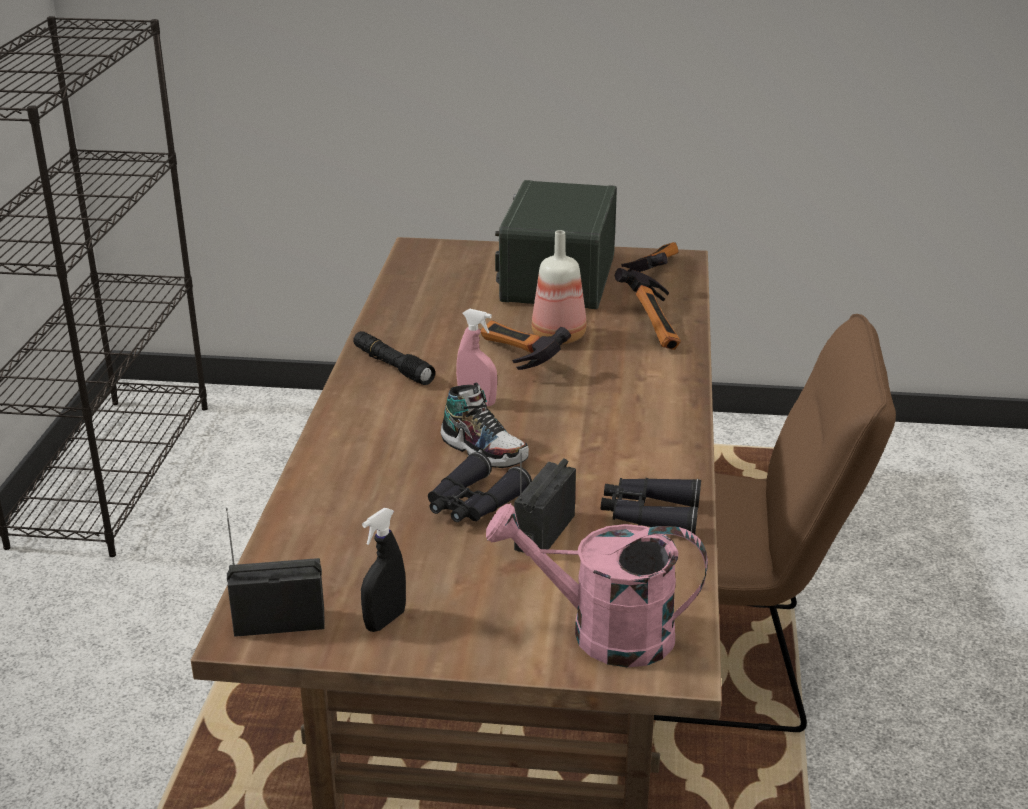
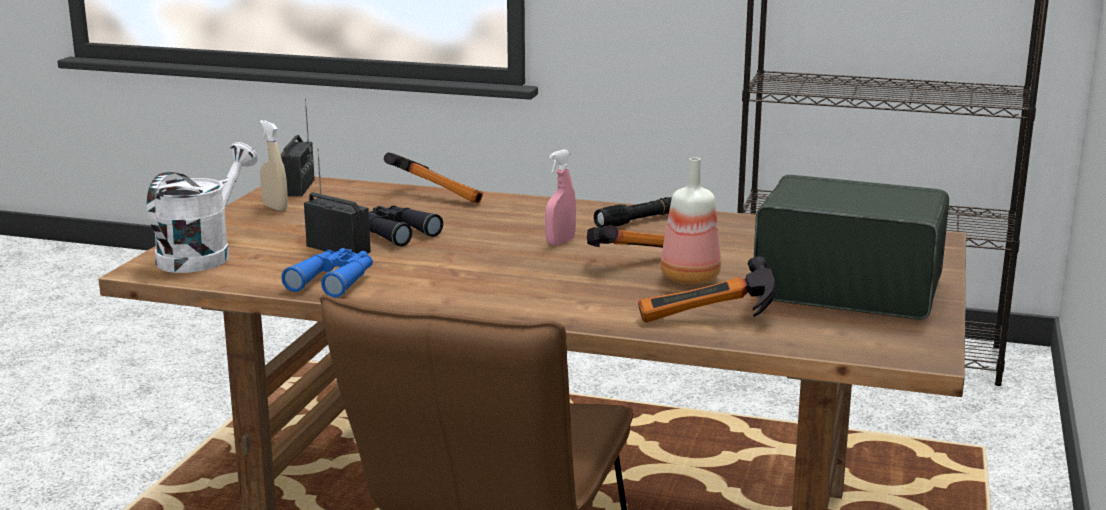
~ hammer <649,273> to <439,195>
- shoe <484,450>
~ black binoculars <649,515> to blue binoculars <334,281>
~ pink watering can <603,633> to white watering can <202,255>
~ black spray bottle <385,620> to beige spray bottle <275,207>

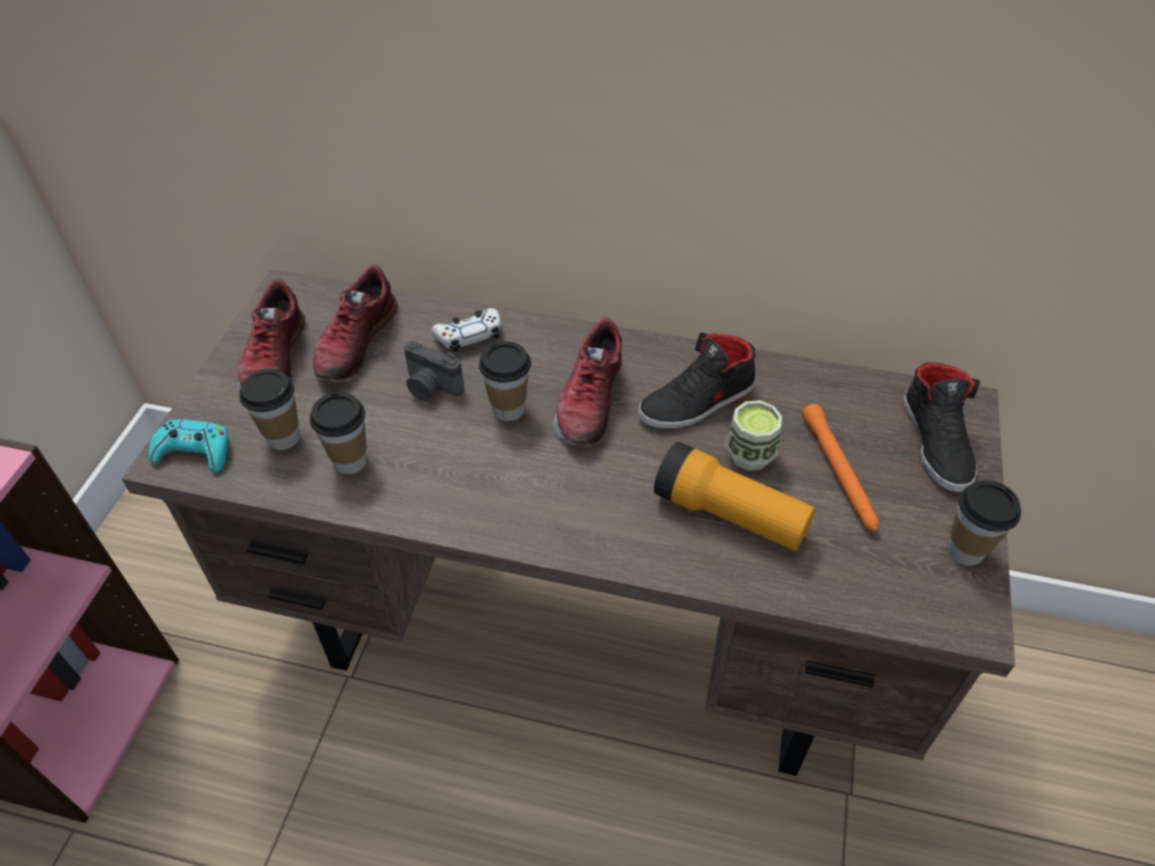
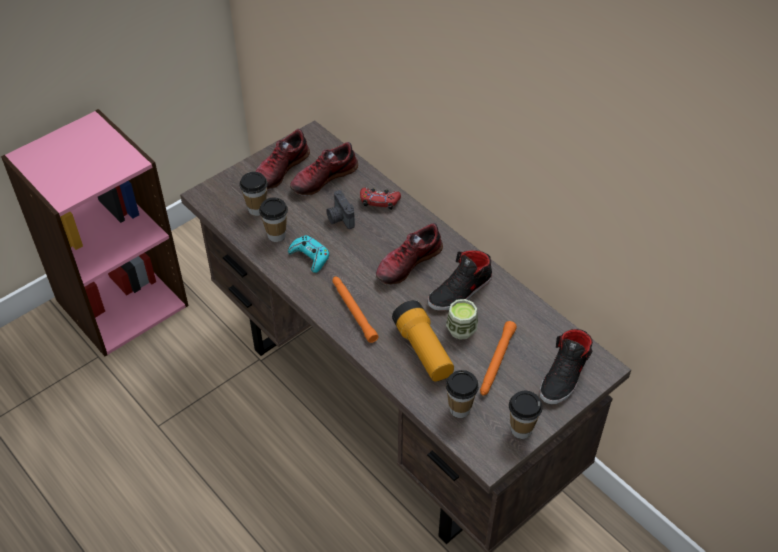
~ white game controller <469,335> to red game controller <379,201>
~ black shoe <697,402> = <460,291> 45 degrees counterclockwise
~ cup <508,409> to <459,409>
~ turquoise game controller <194,452> to <310,257>
+ orange flashlight <353,311>

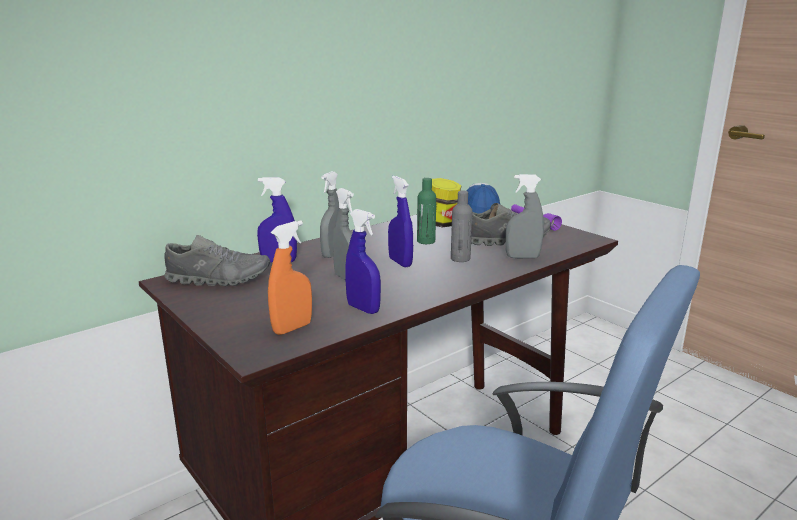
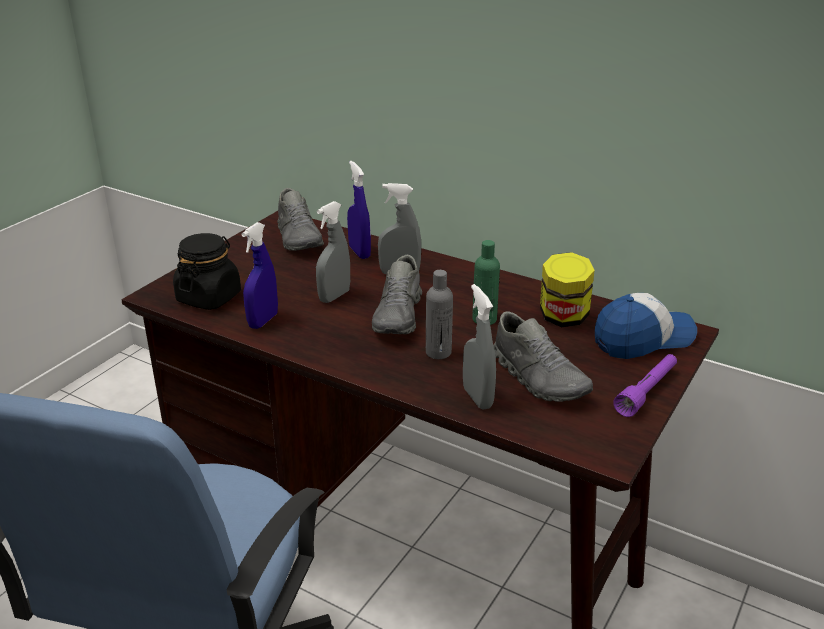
~ blue spray bottle <400,262> to grey shoe <399,316>
~ orange spray bottle <292,328> to black jar <209,297>

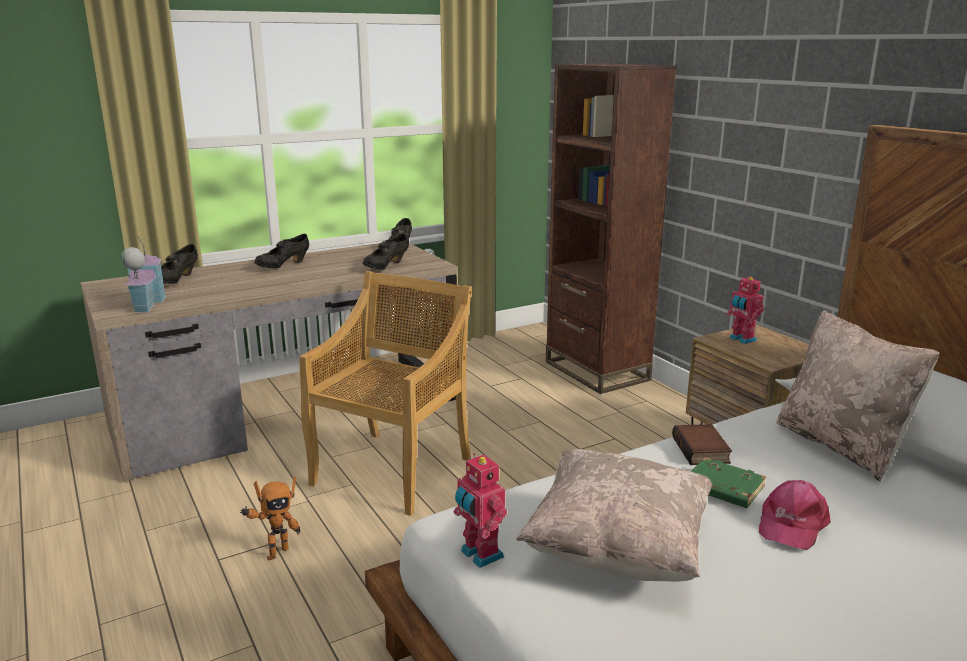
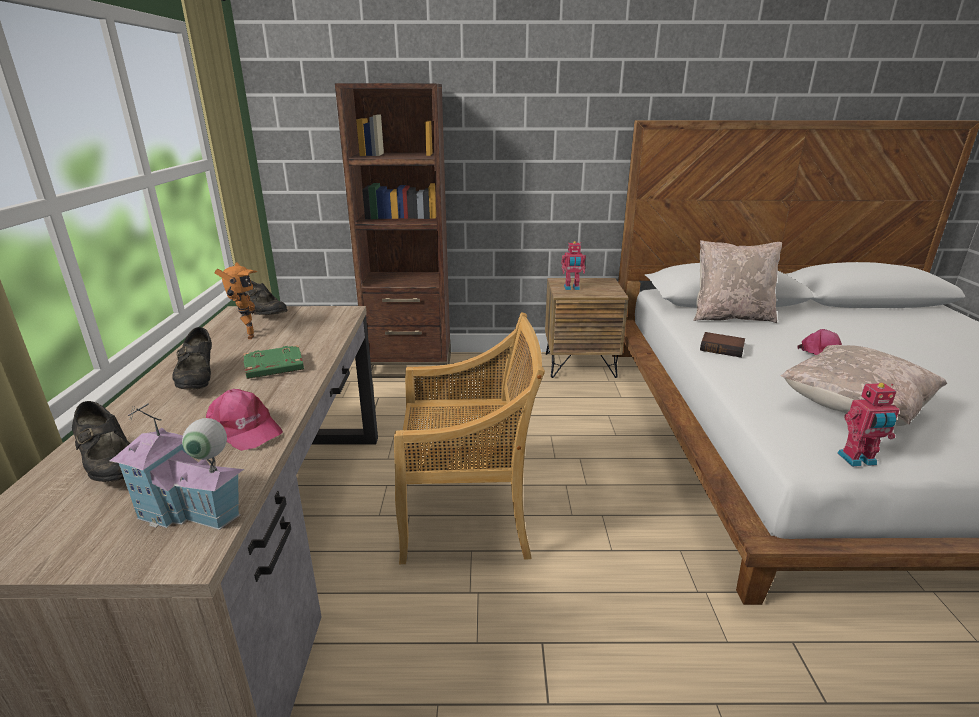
- black shoe <386,267>
~ beige chair <393,470> = <468,516> 120 degrees clockwise
~ green book <722,488> to <273,367>
~ toy robot <275,552> to <247,335>
+ pink cap <243,429>

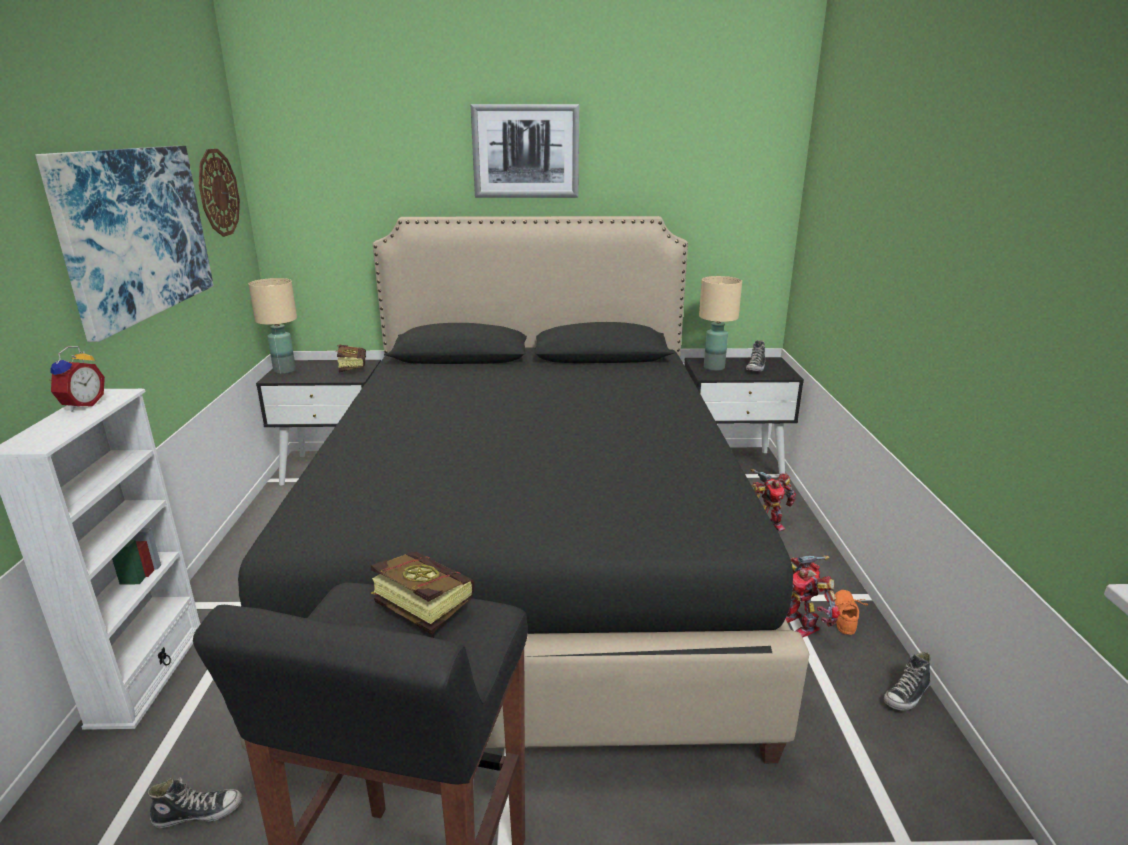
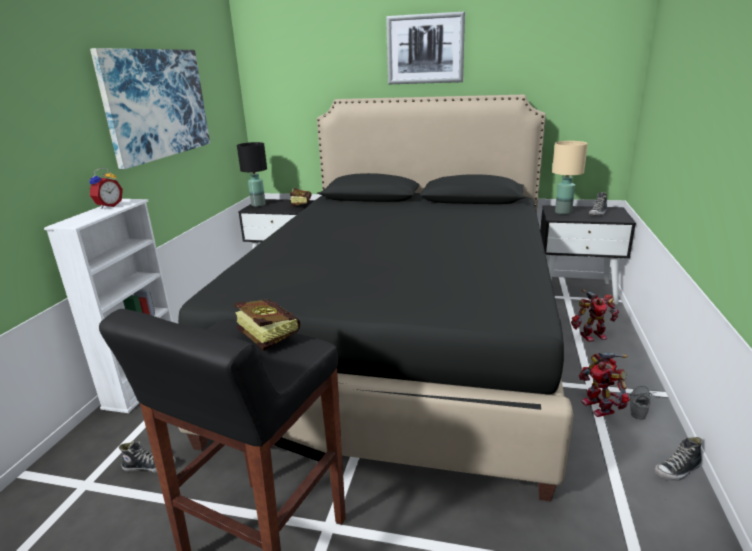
- wall clock <218,193>
~ beige table lamp <285,371> to black table lamp <258,205>
~ orange shoe <846,616> to grey shoe <641,406>

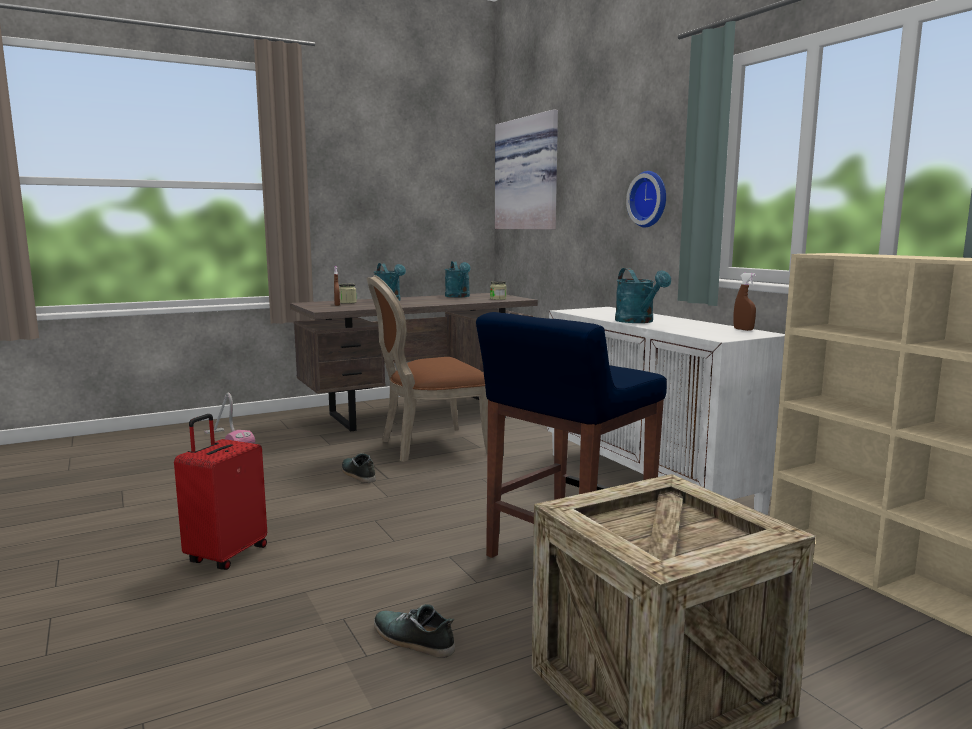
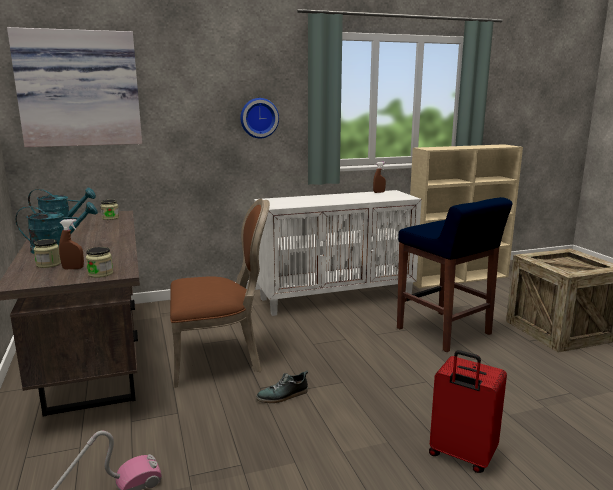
- turquoise watering can <638,321>
~ brown chair <428,446> = <220,359> 90 degrees counterclockwise
- shoe <412,639>
+ jar <100,274>

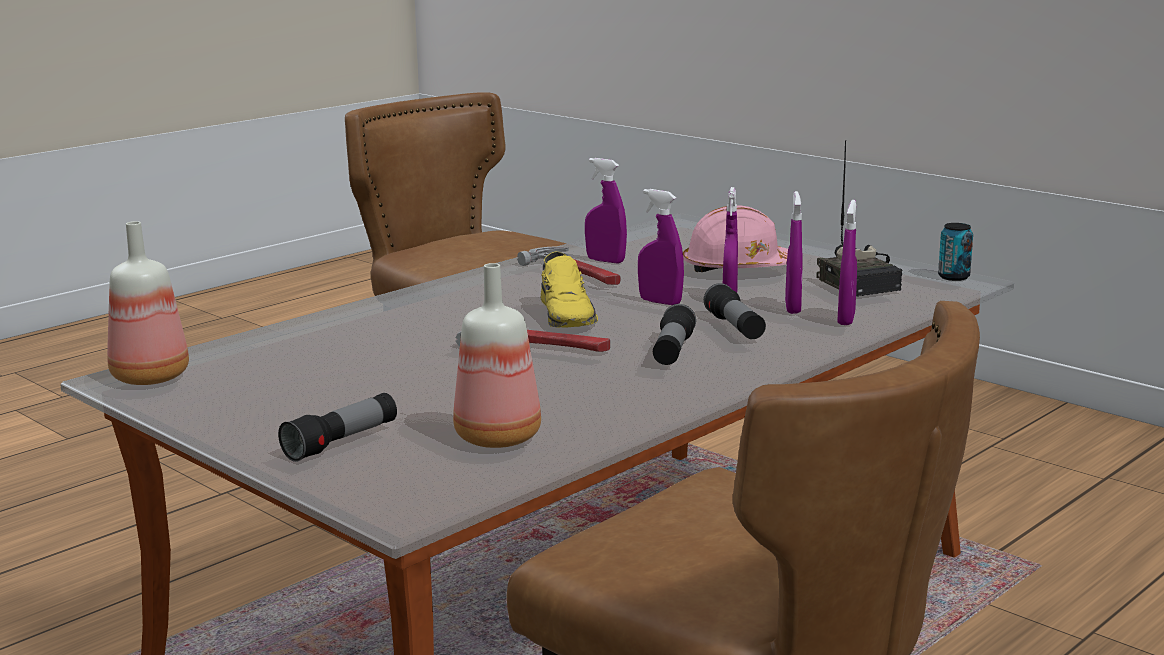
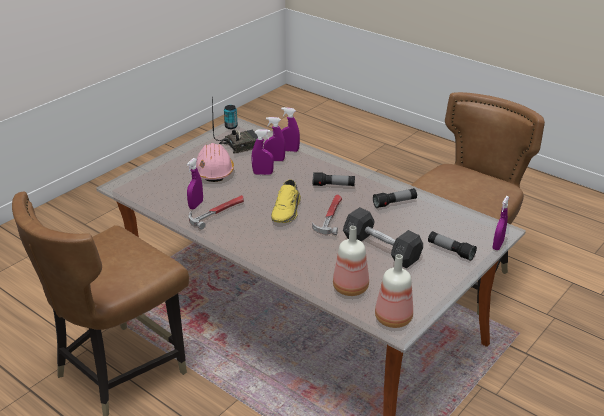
~ purple spray bottle <660,302> to <498,245>
~ yellow shoe <568,315> = <287,211> 120 degrees clockwise
~ bottle <500,438> to <350,287>
~ flashlight <735,328> to <394,203>
+ grey dumbbell <381,249>

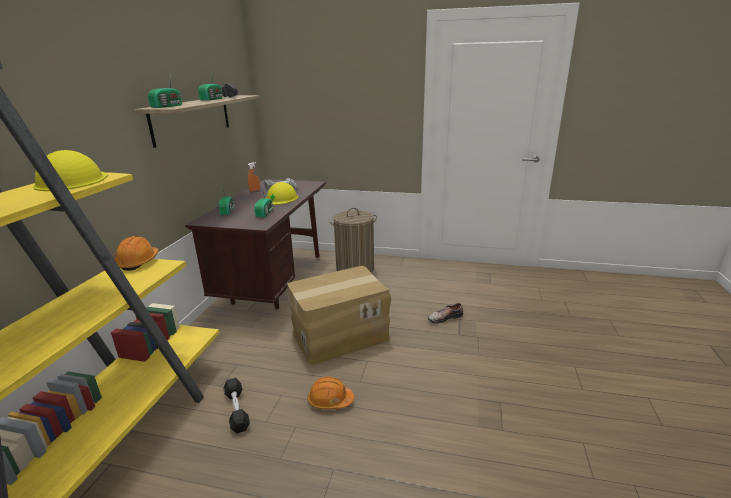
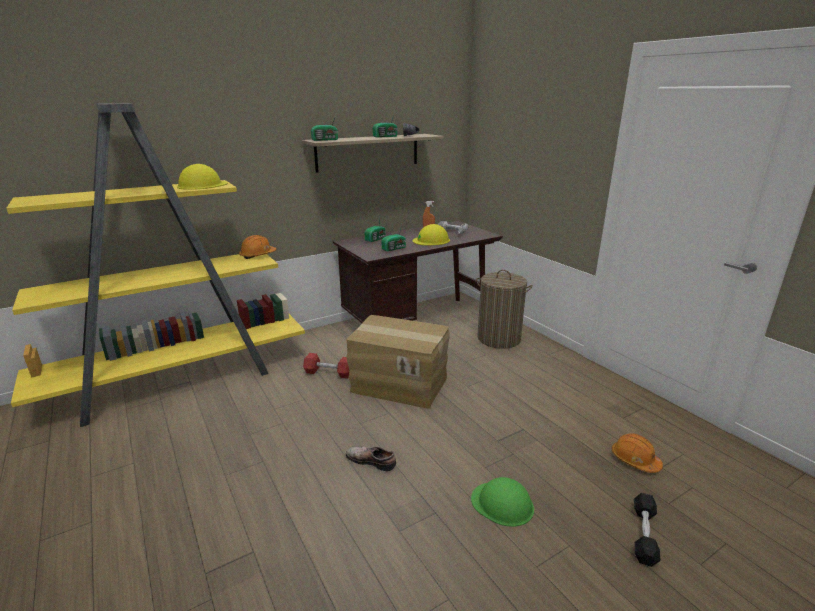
~ shoe <444,317> to <371,460>
~ orange hard hat <330,400> to <634,460>
~ black dumbbell <237,410> to <644,534>
+ red dumbbell <329,373>
+ green hard hat <502,503>

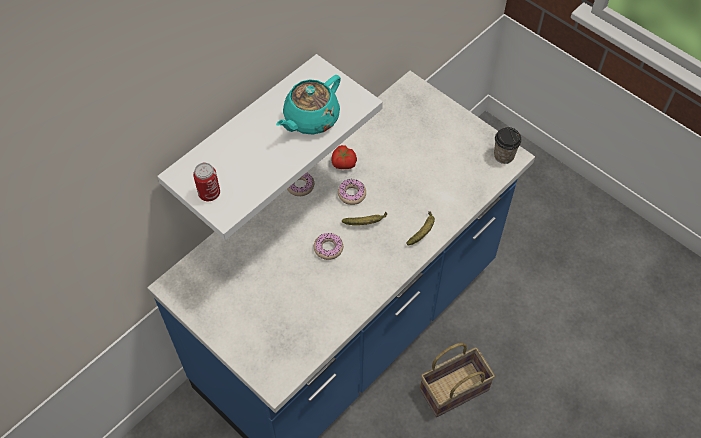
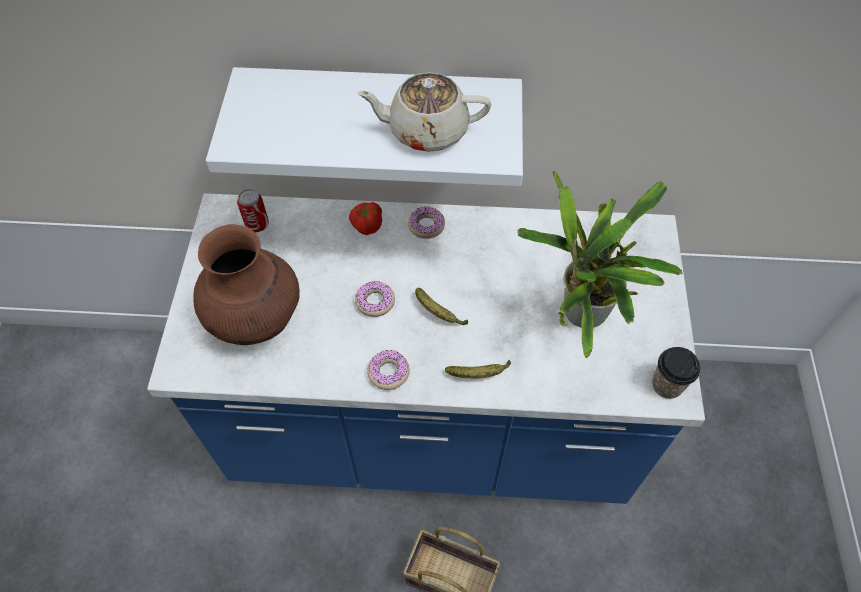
~ turquoise teapot <310,119> to beige teapot <426,130>
~ tomato <343,163> to <366,225>
~ can <209,194> to <257,225>
~ donut <352,194> to <388,373>
+ potted plant <580,317>
+ brown vase <256,320>

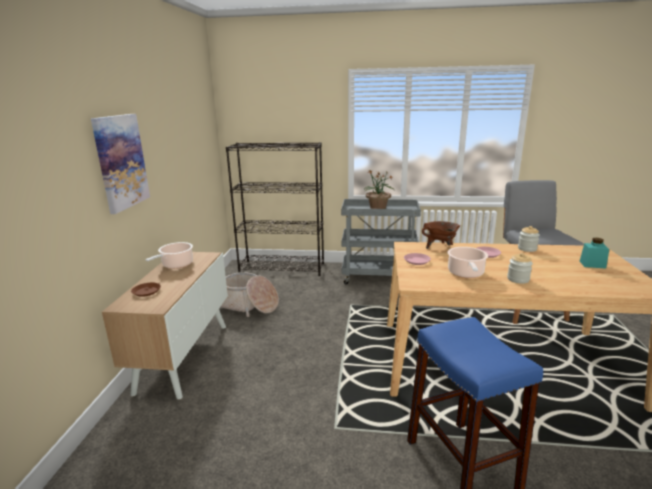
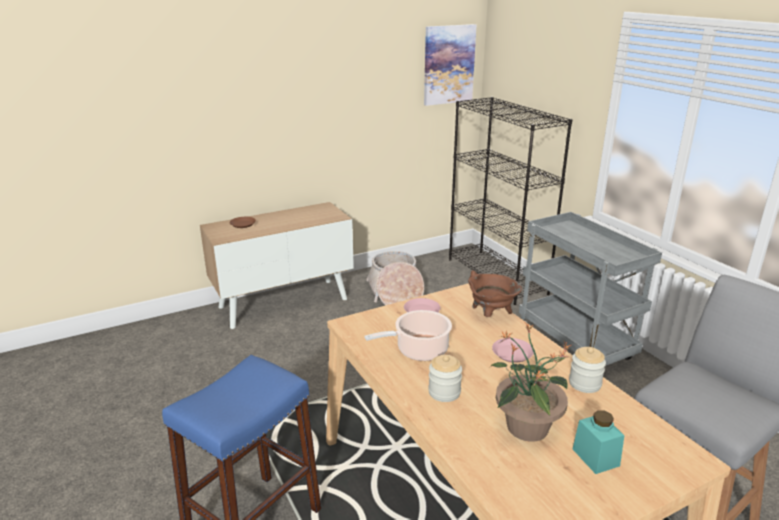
~ picture <121,162> to <448,64>
~ potted plant <378,208> to <526,428>
- cooking pot <176,265>

